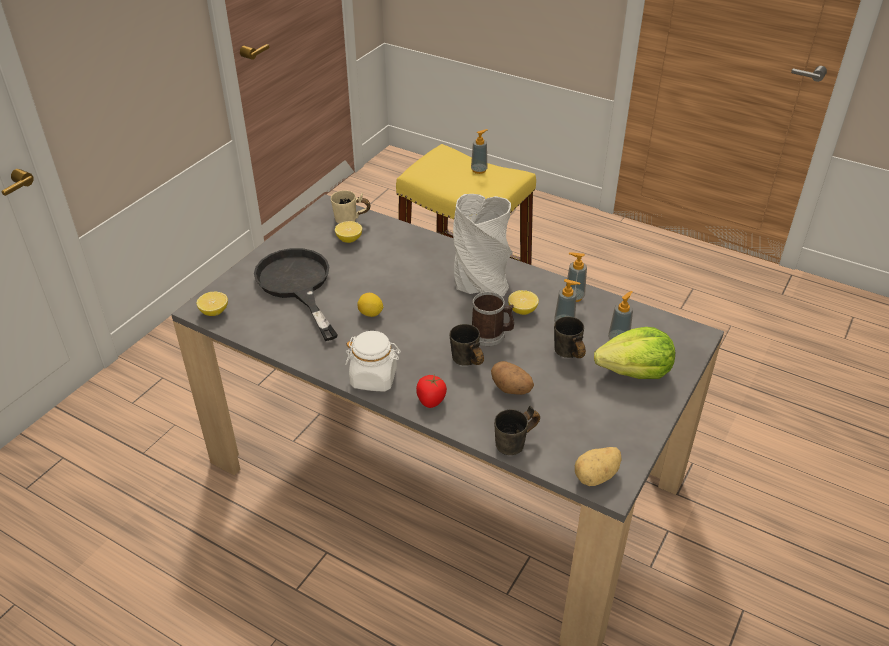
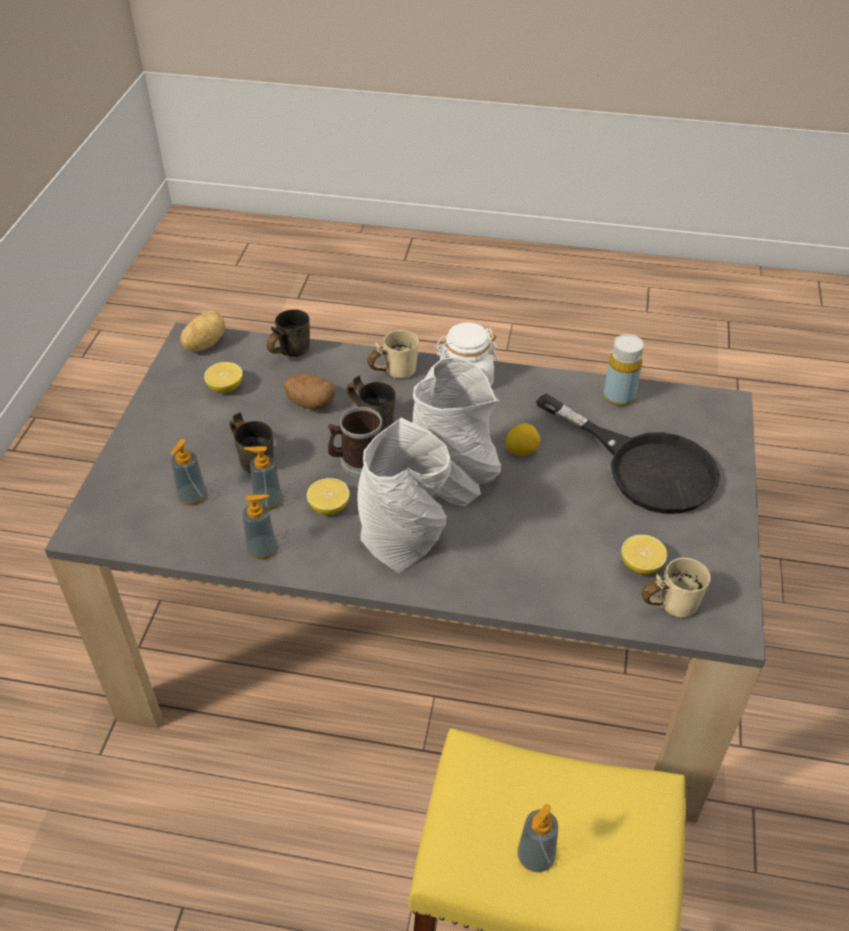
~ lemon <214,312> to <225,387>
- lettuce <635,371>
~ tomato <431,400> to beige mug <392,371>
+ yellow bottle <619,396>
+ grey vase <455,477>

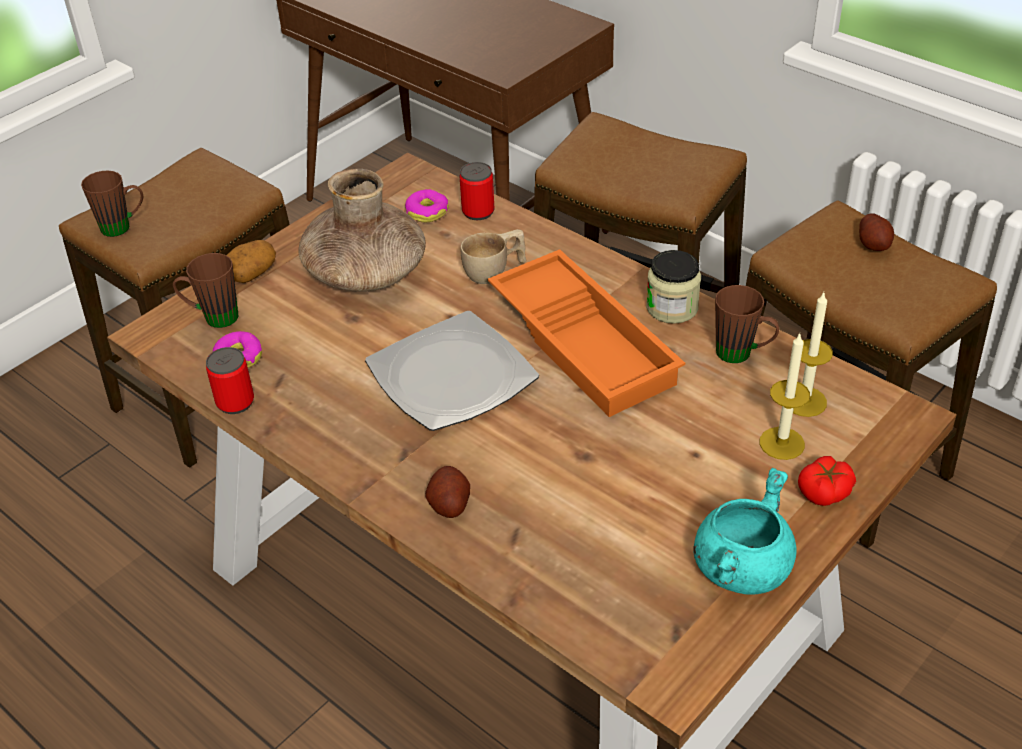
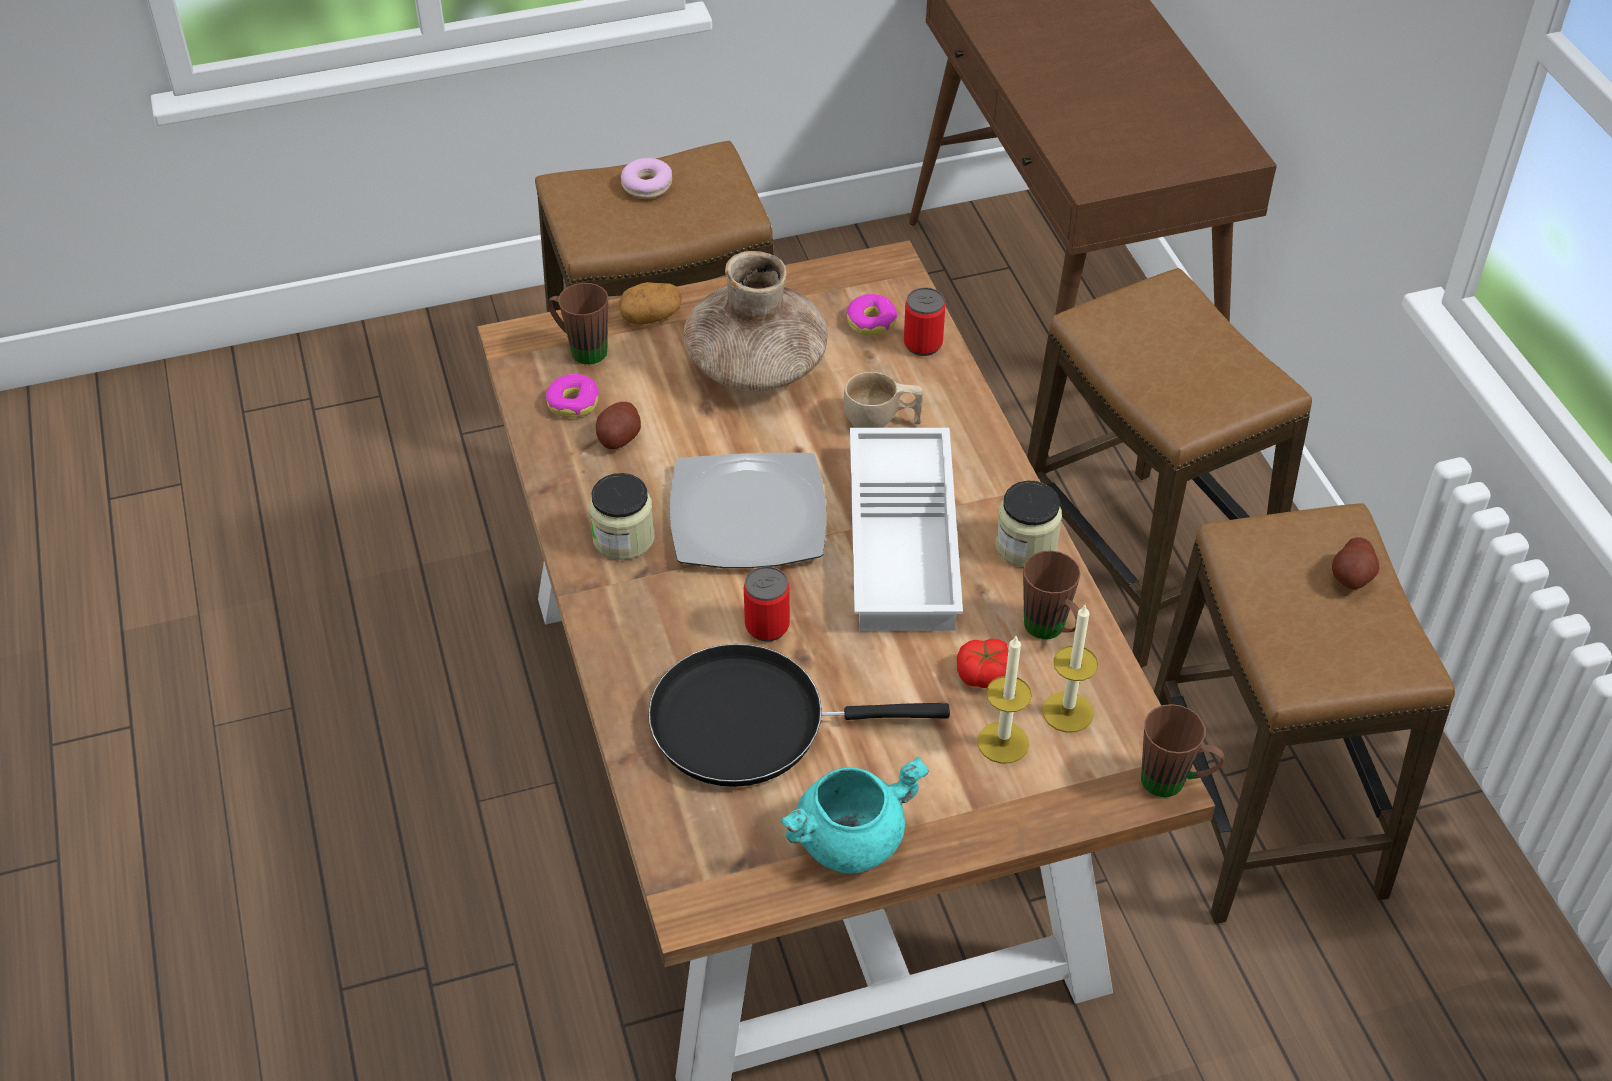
~ brown mug <123,227> to <1174,783>
~ orange tray <586,341> to white tray <906,541>
~ can <235,402> to <767,626>
~ tomato <825,491> to <985,674>
~ potato <449,504> to <618,438>
+ donut <647,185>
+ jar <623,538>
+ black frying pan <751,722>

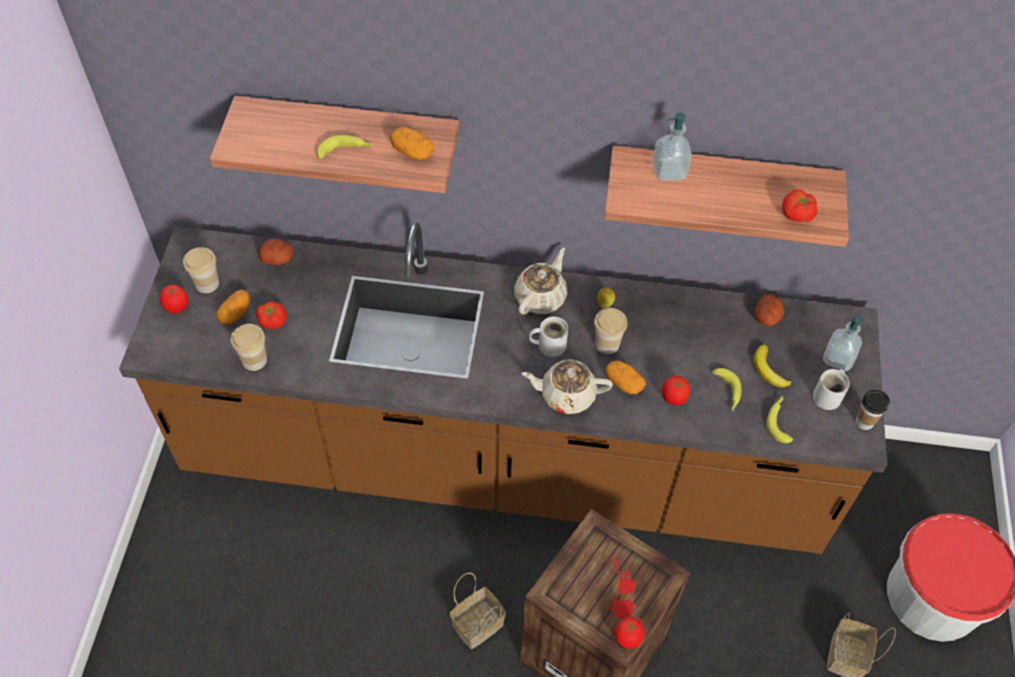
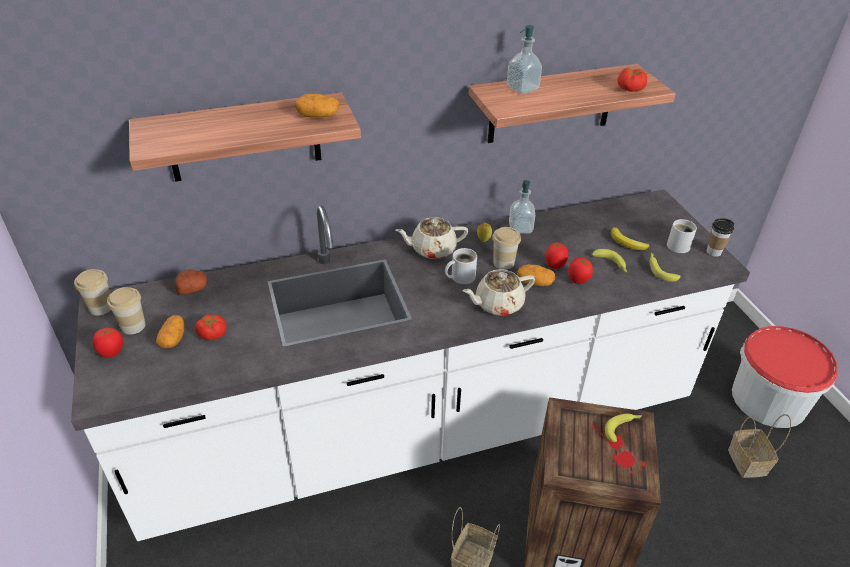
~ banana <345,151> to <623,428>
~ brown counter <503,464> to white counter <421,430>
~ beige teapot <541,297> = <432,249> 105 degrees counterclockwise
- potato <767,317>
~ soap dispenser <838,358> to <520,228>
~ cup <254,360> to <101,307>
~ tomato <627,639> to <554,266>

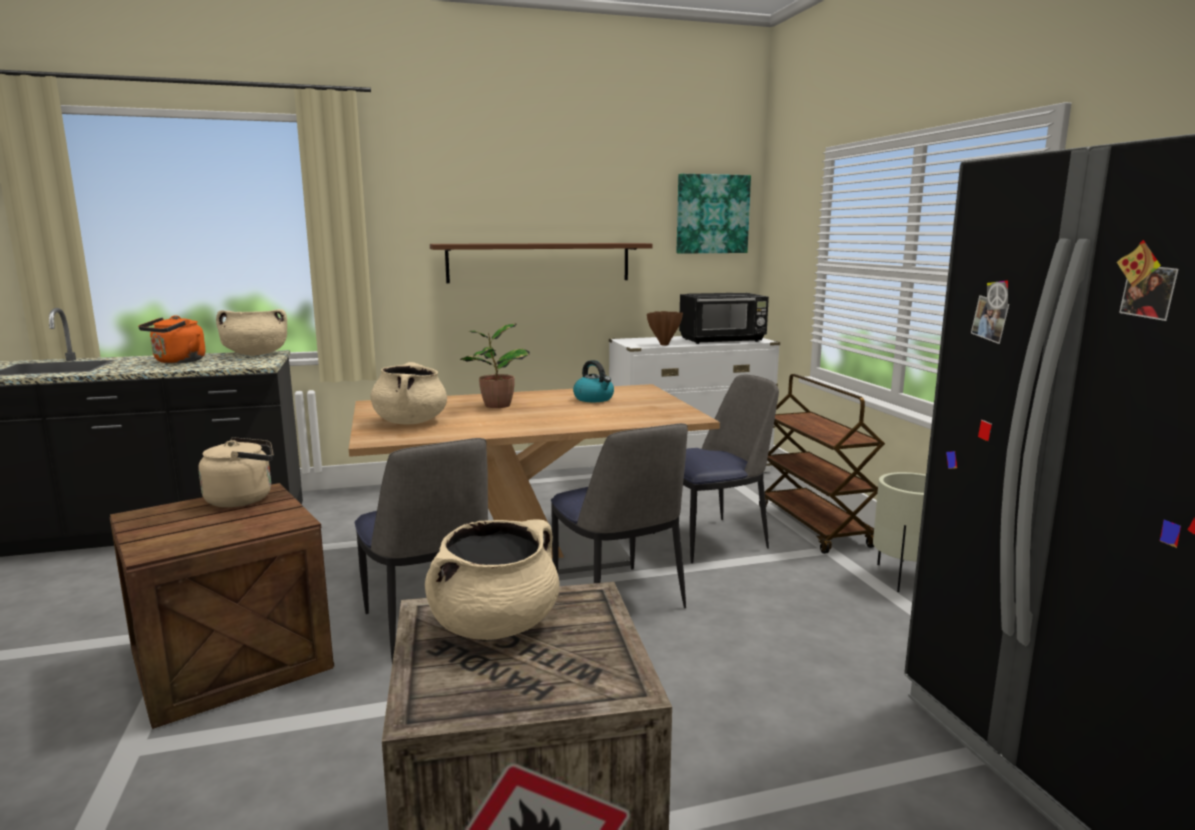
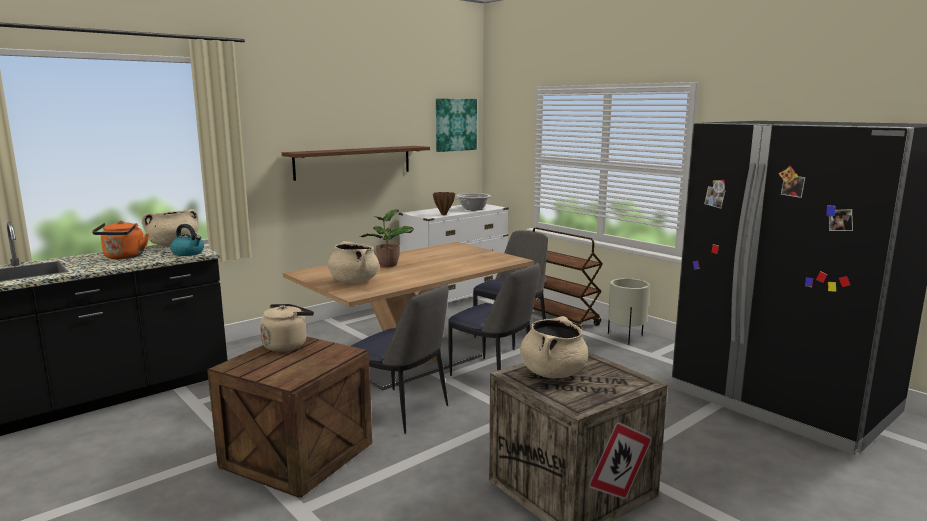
~ black microwave <723,340> to cooking pot <473,209>
~ kettle <594,399> to <188,253>

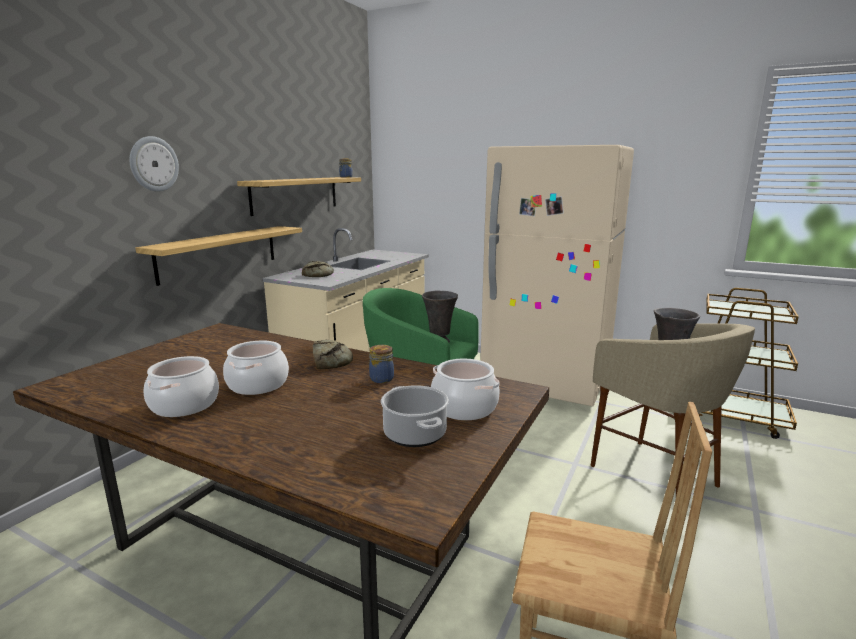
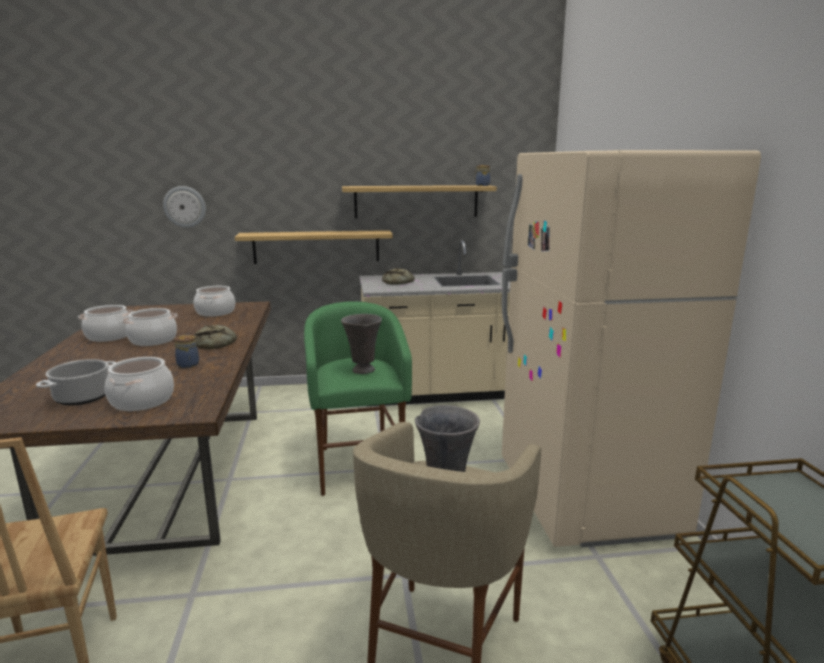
~ wall clock <153,164> to <185,207>
+ cooking pot <215,312>

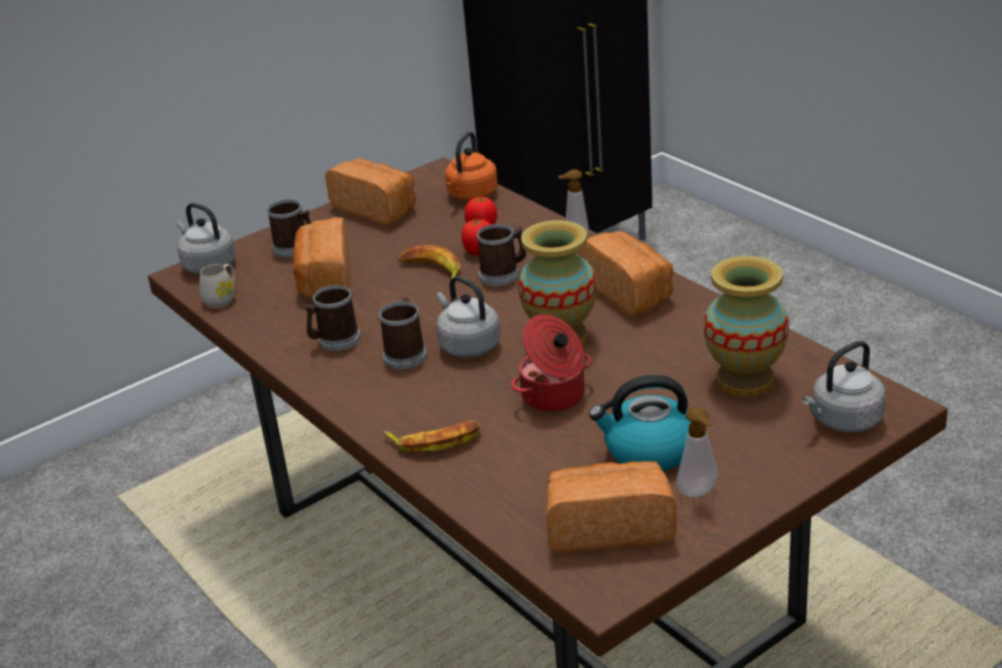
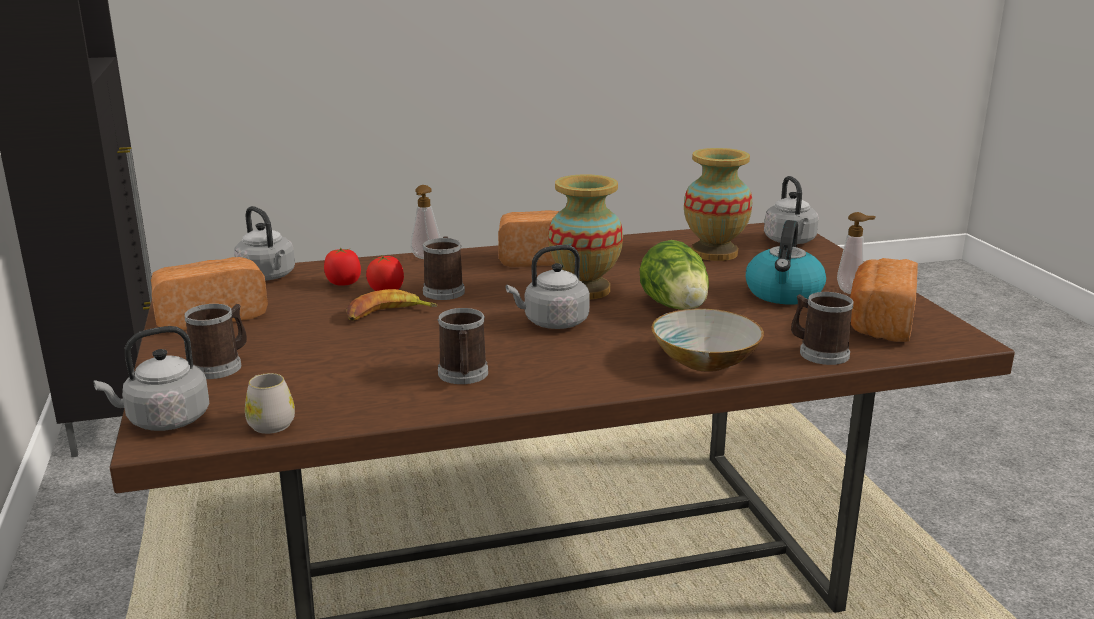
~ orange kettle <471,195> to grey kettle <268,277>
- bread <324,280>
~ mug <406,353> to <818,353>
~ cooking pot <554,397> to lettuce <676,308>
~ banana <435,441> to bowl <704,360>

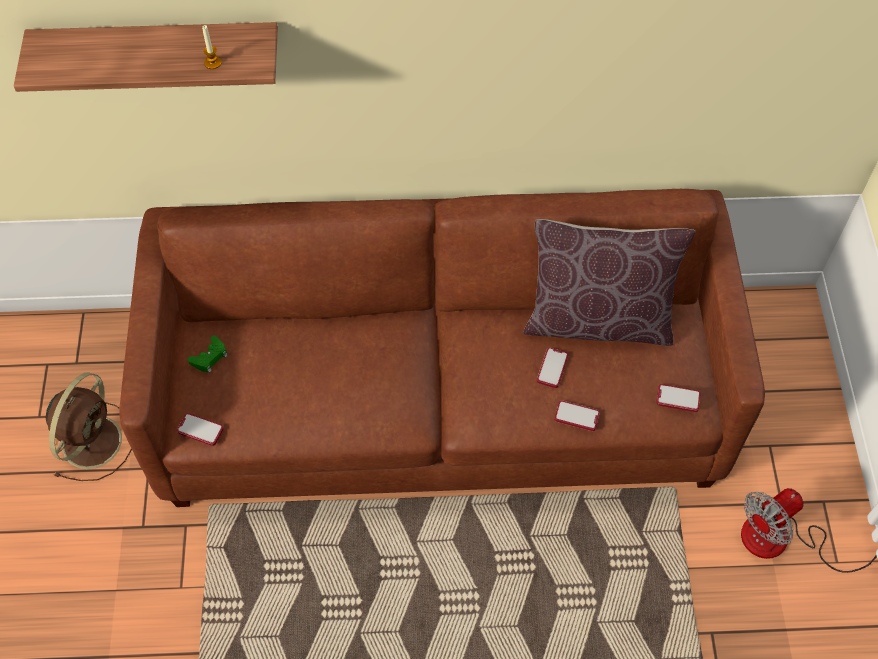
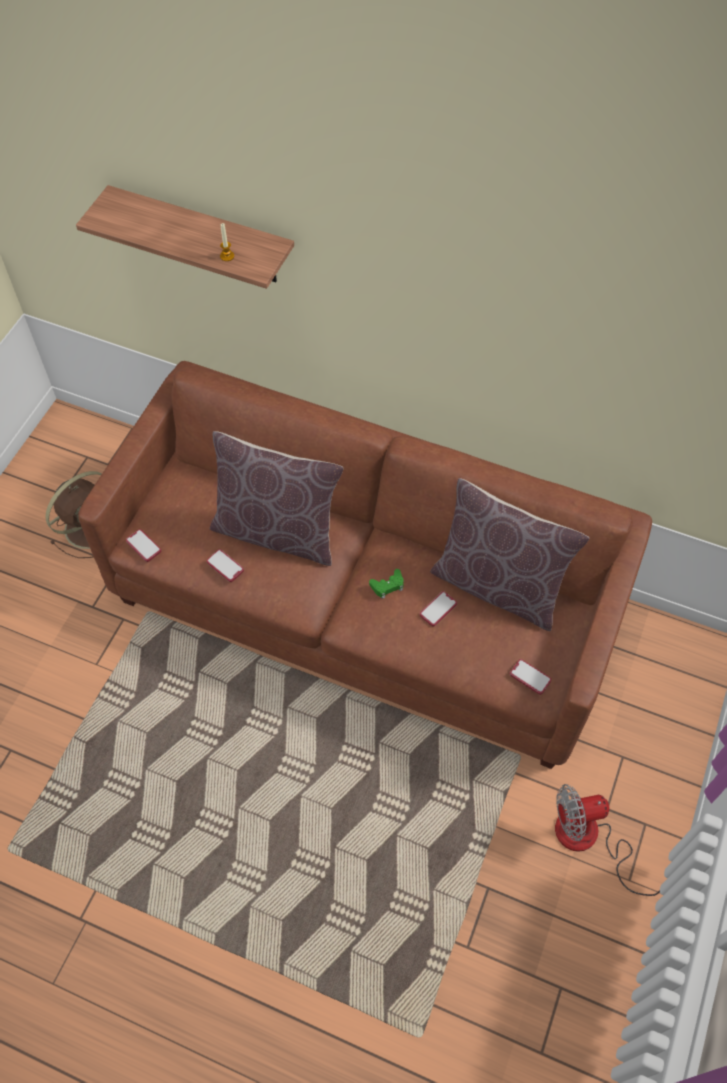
~ green game controller <210,357> to <388,586>
~ phone <576,416> to <225,566>
+ brown pillow <277,531>

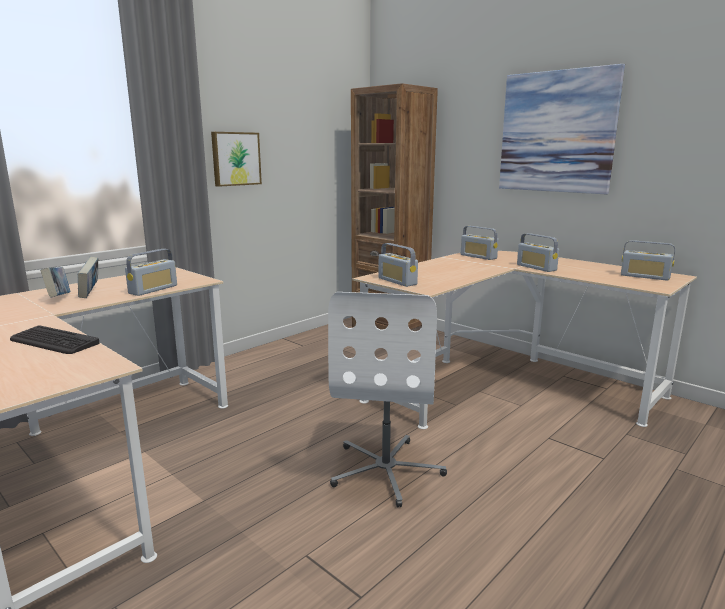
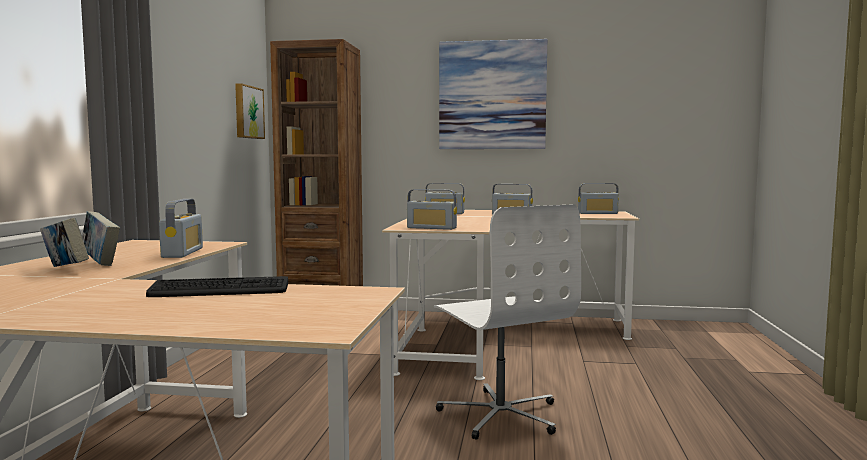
~ picture <235,159> to <247,112>

